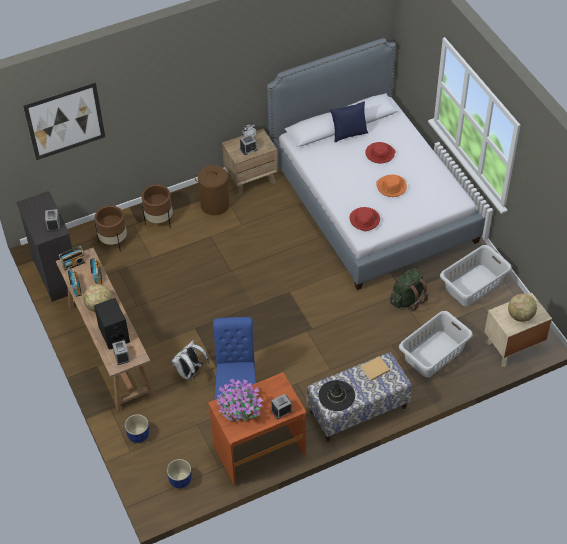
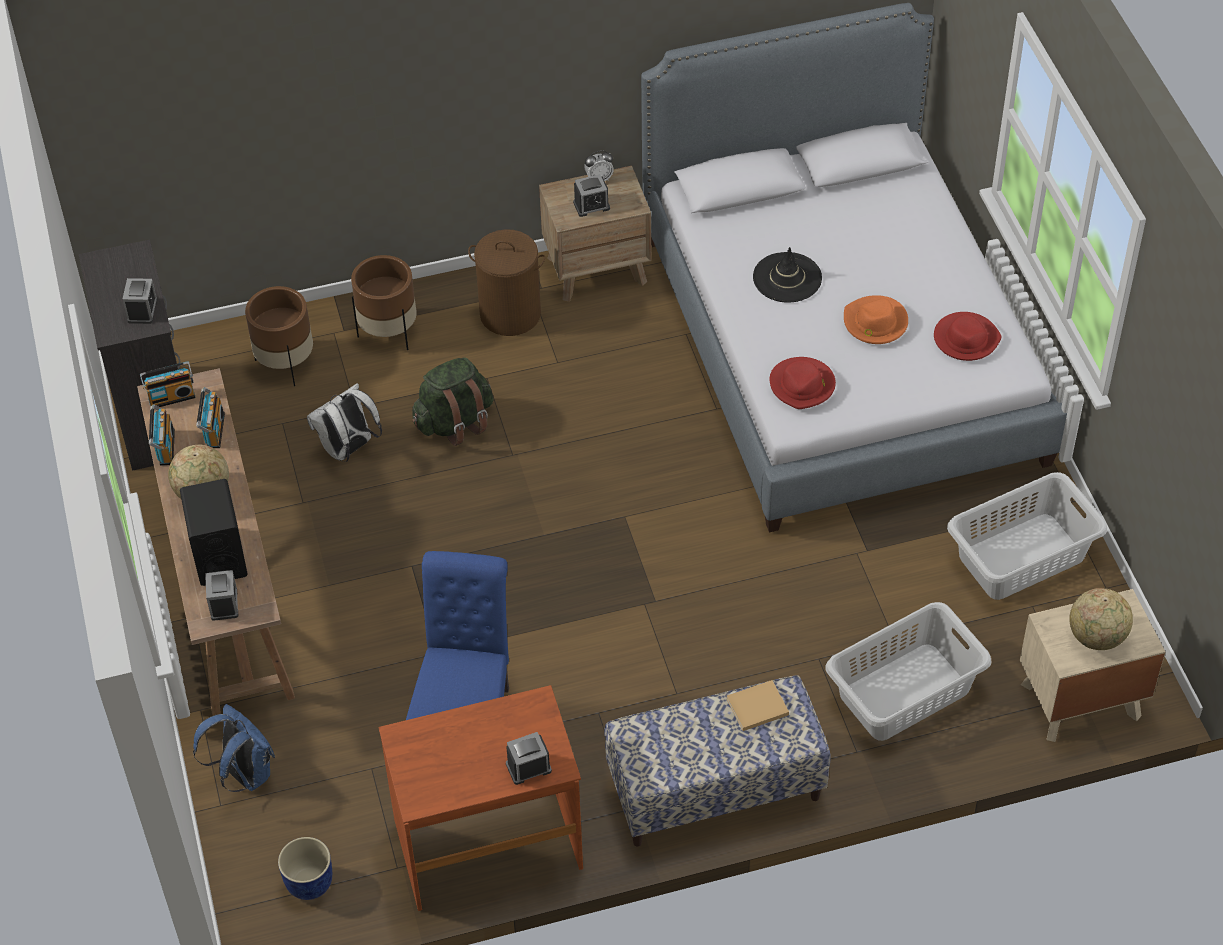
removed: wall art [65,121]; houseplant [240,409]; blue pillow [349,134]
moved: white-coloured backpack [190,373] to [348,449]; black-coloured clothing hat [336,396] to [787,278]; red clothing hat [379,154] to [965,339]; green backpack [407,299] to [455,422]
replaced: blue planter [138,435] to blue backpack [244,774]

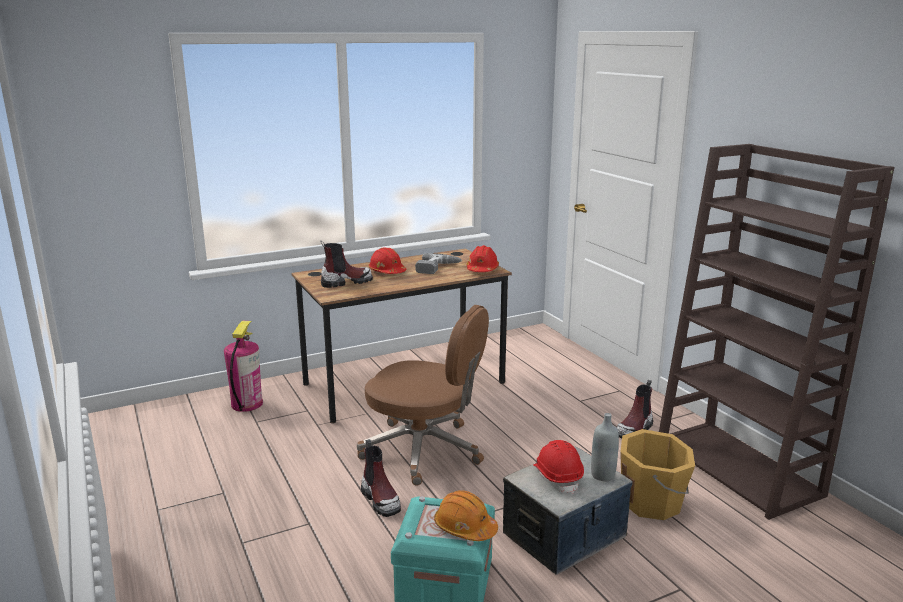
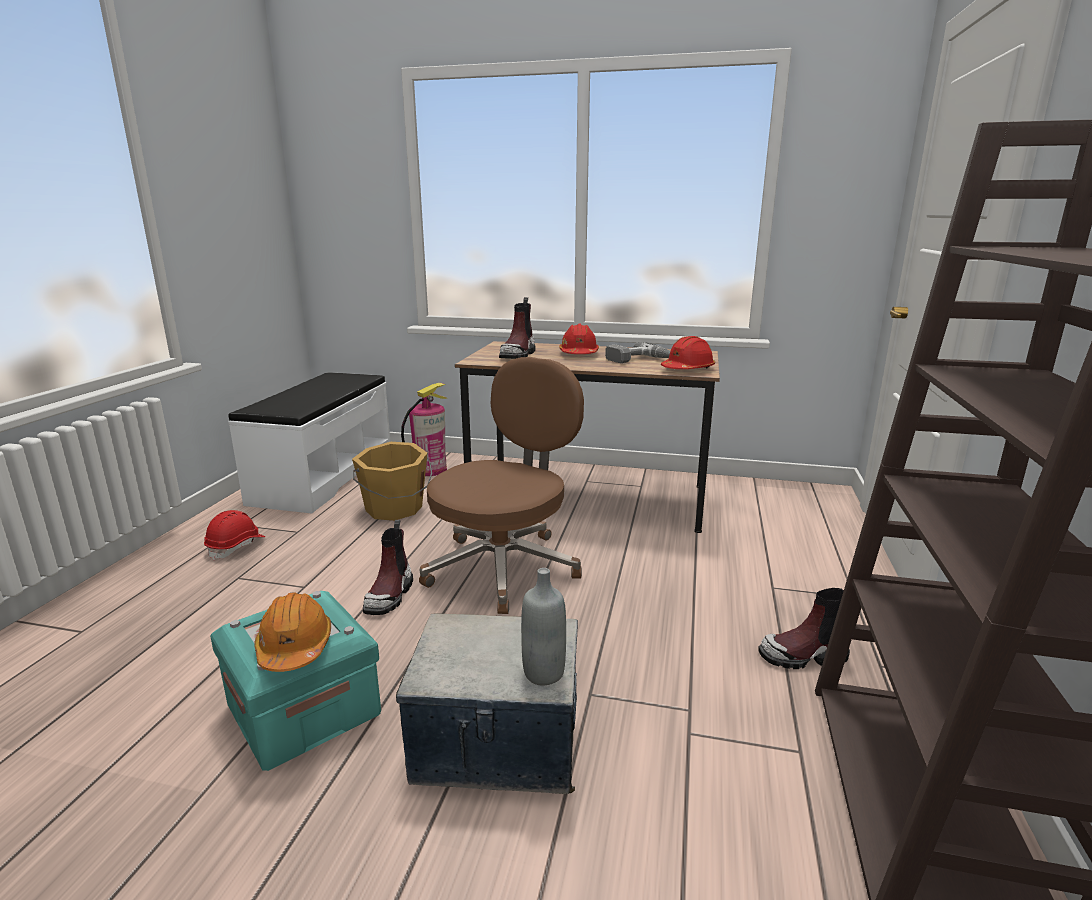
added: white-coloured indoor bench [323,477]
moved: red work helmet [557,477] to [236,546]; orangey bucket [652,502] to [394,509]
turned: boot [346,282] = [518,354] 90 degrees clockwise; brown-coloured desk chair [424,450] = [505,567] 120 degrees counterclockwise

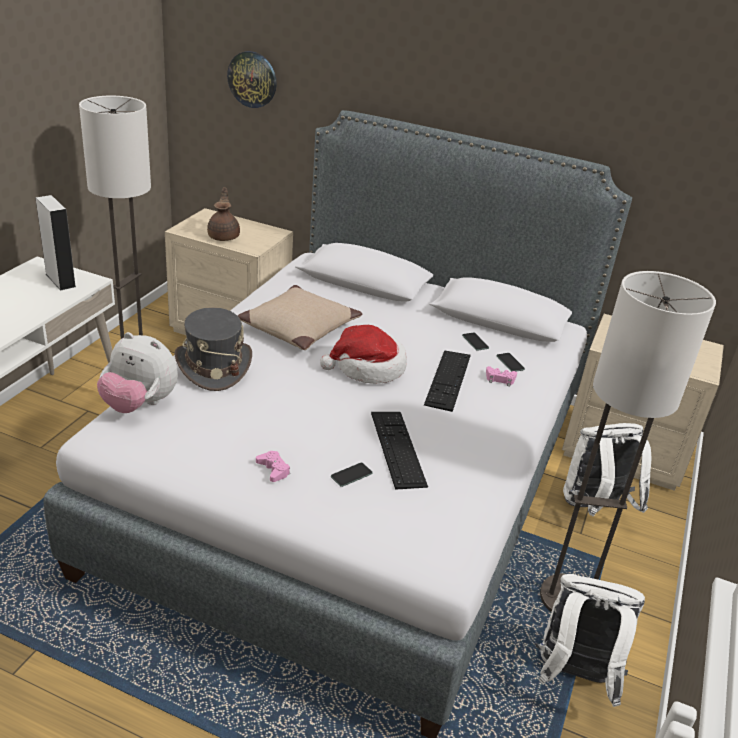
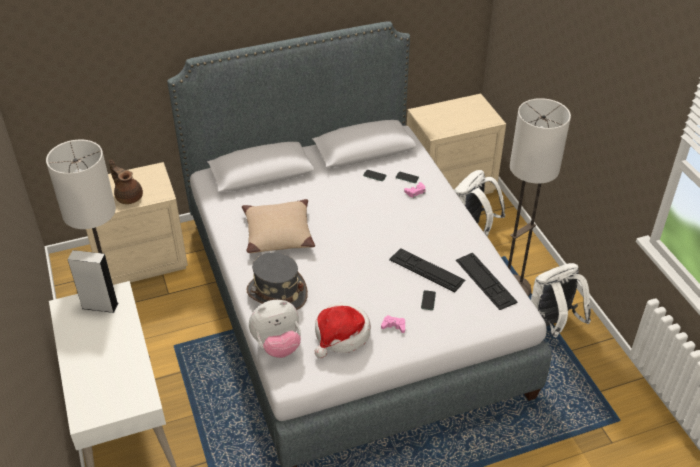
removed: clock on the wall [252,79]
moved: clothing hat [368,368] to [341,335]; computer keyboard [448,379] to [485,281]

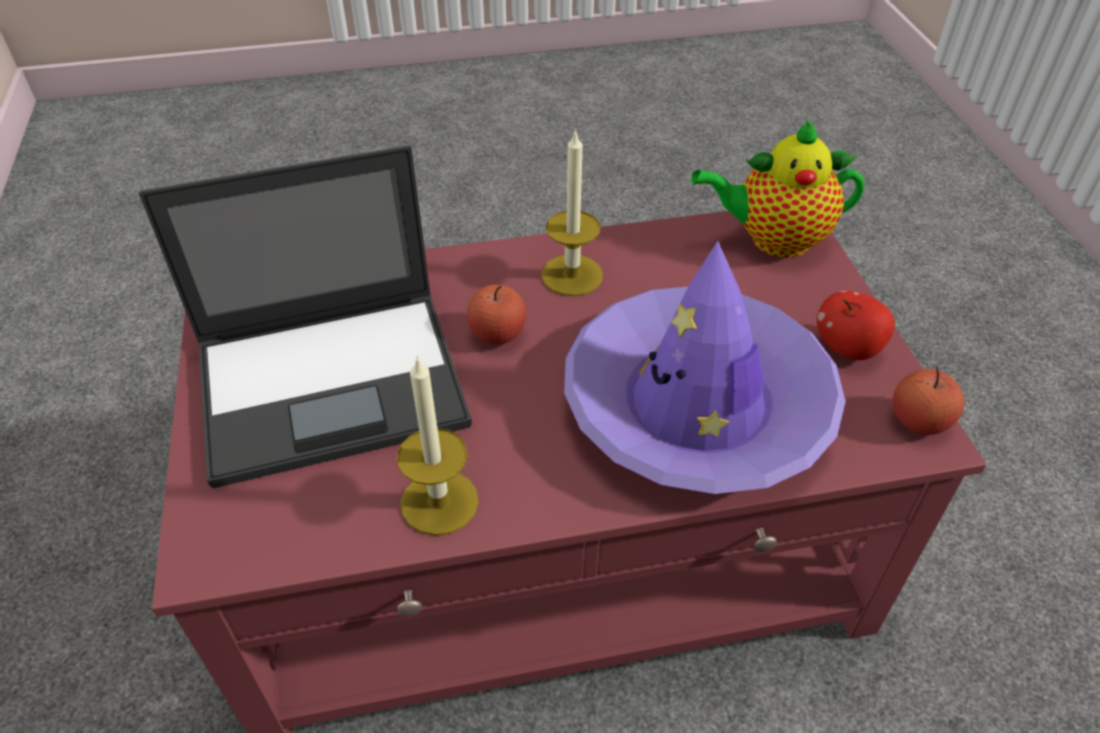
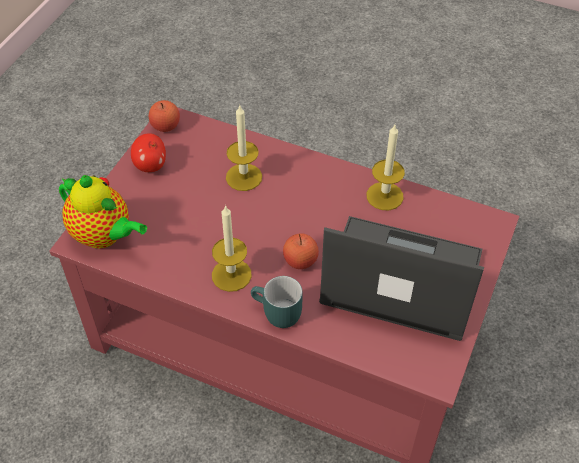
added: turquoise mug [276,314]
replaced: purplish clothing hat [698,405] to wax candle [244,177]

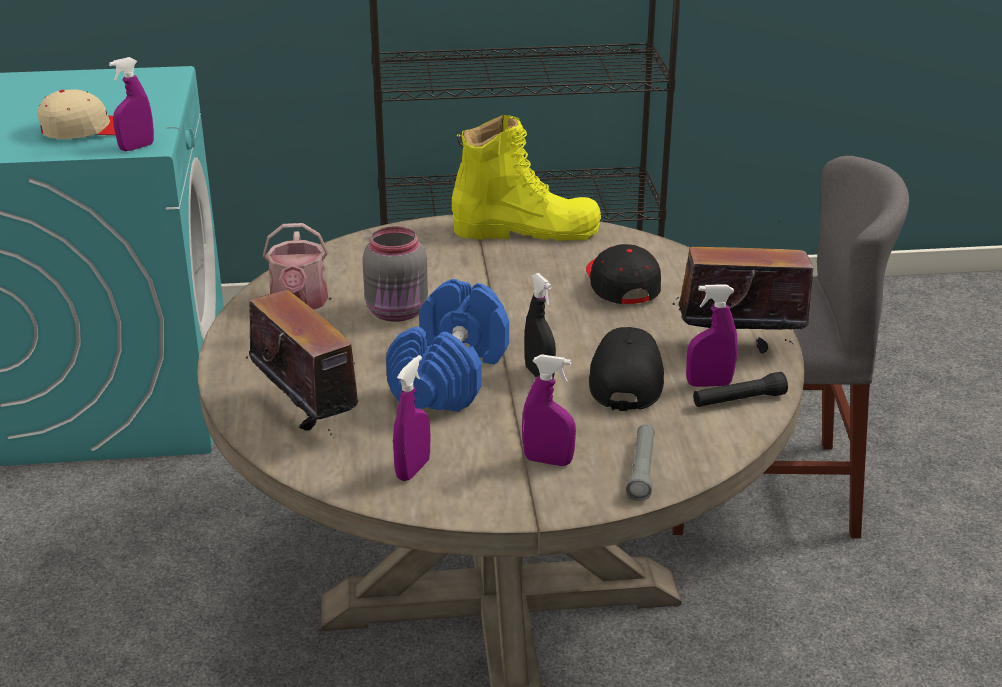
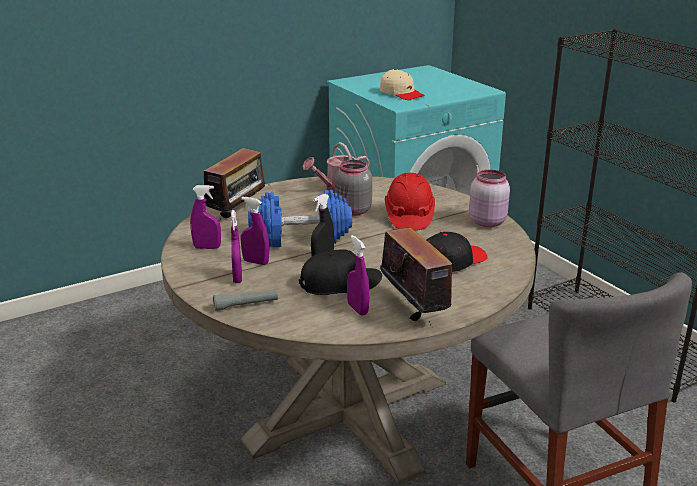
removed: black-coloured torch [738,400]
added: red work helmet [409,217]
moved: purplish hand sprayer [137,147] to [255,262]
replaced: yellow-coloured boot [526,230] to pink-coloured storage jar [487,221]

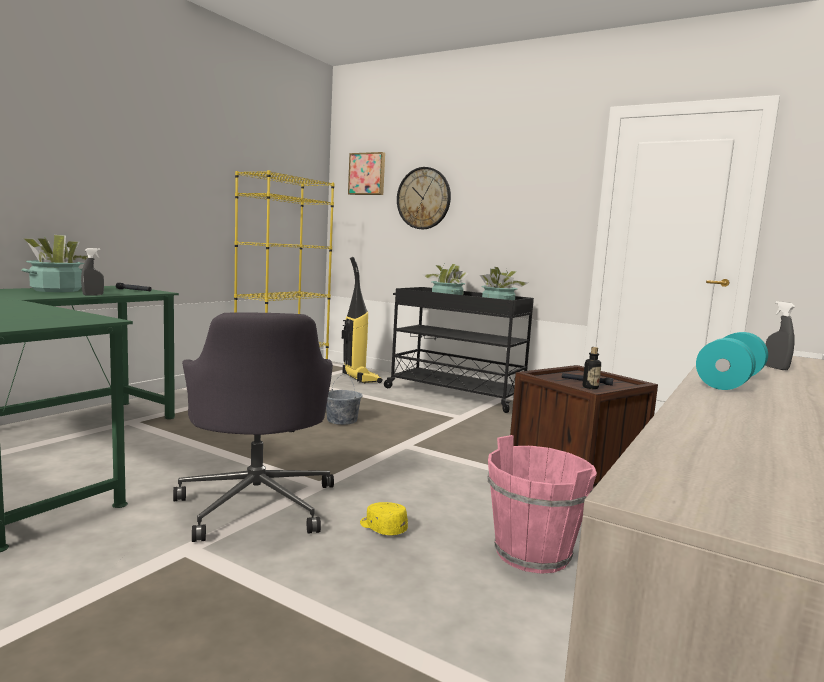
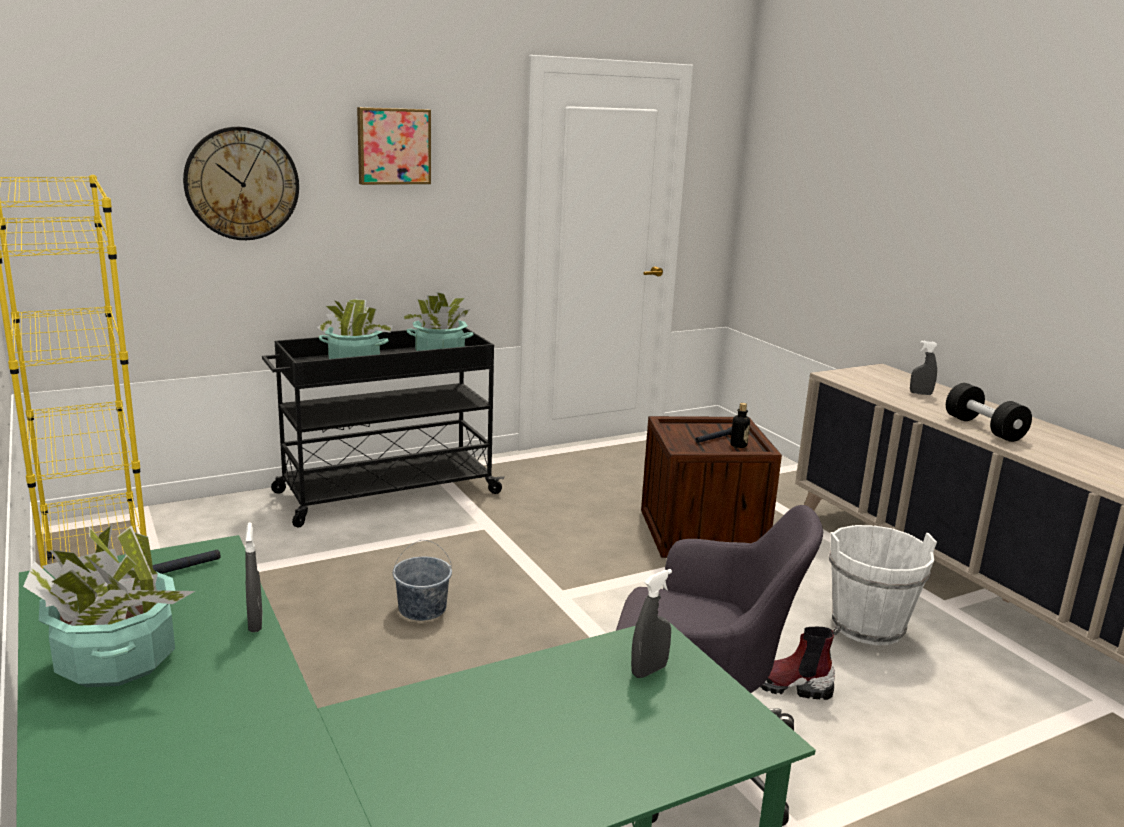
removed: hoover [360,378]
added: greyish hand sprayer [649,670]
moved: wall art [367,174] to [393,146]
replaced: yellow-coloured peaked cap [382,528] to boot [790,686]
recoloured: pink-coloured bucket [533,553] to white-coloured bucket [867,626]; turquoise hand weight [730,382] to black-coloured hand weight [983,428]

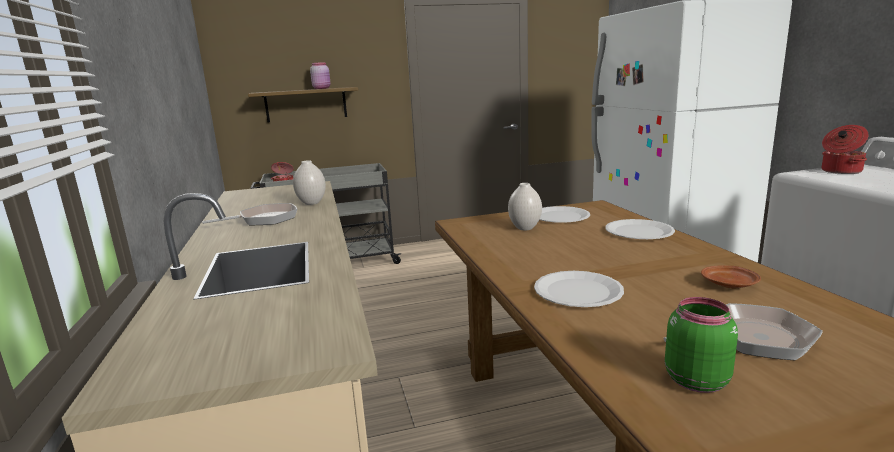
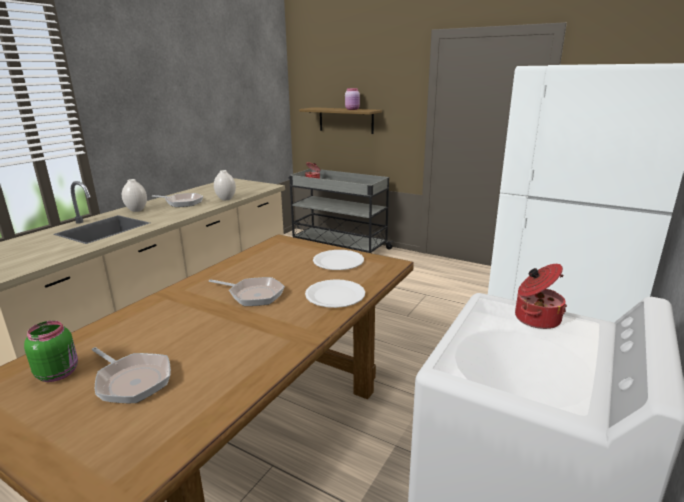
removed: white-coloured dinner plate [578,291]; brown-coloured dinner plate [729,284]
added: skillet [253,295]
moved: white-coloured flower vase [524,228] to [137,210]

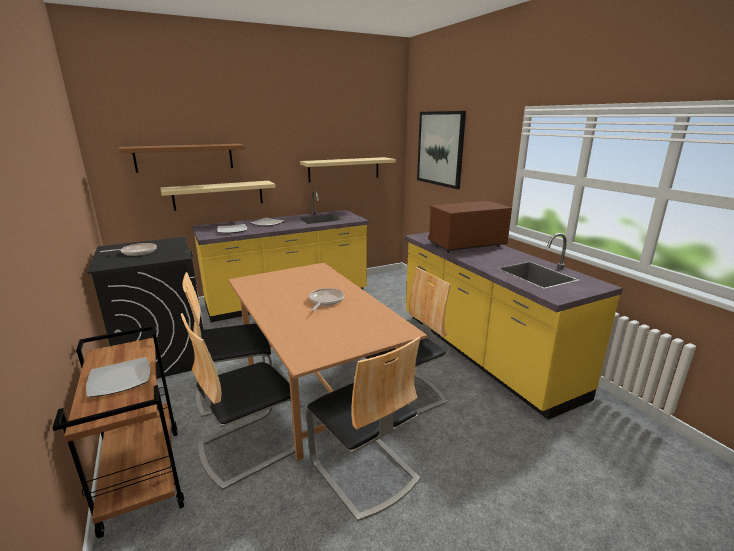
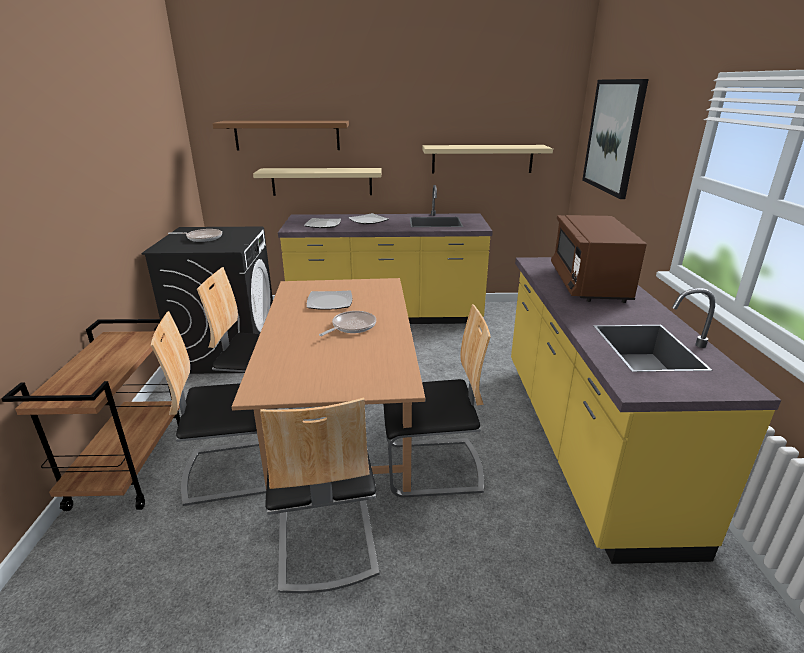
moved: dinner plate [119,379] to [329,302]
turned: brown-coloured kitchen microwave [466,245] = [588,284] 90 degrees counterclockwise

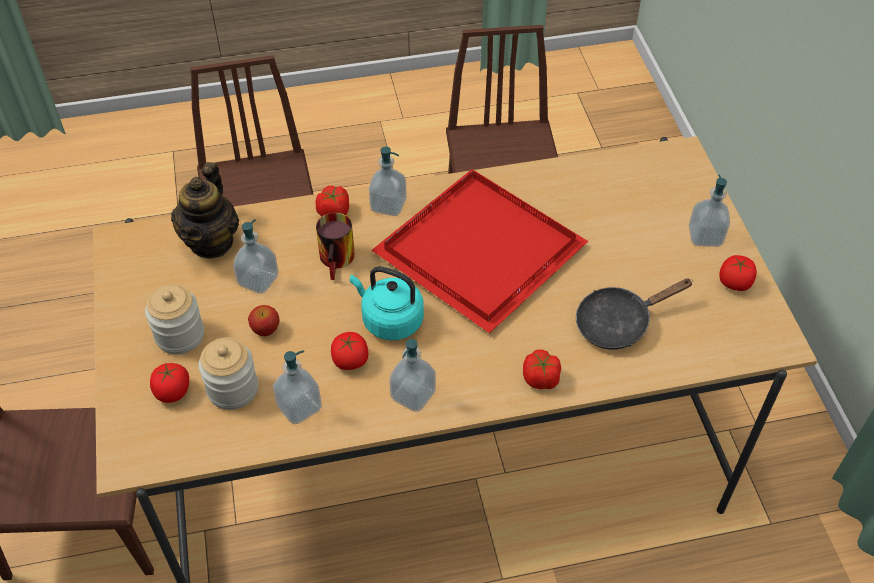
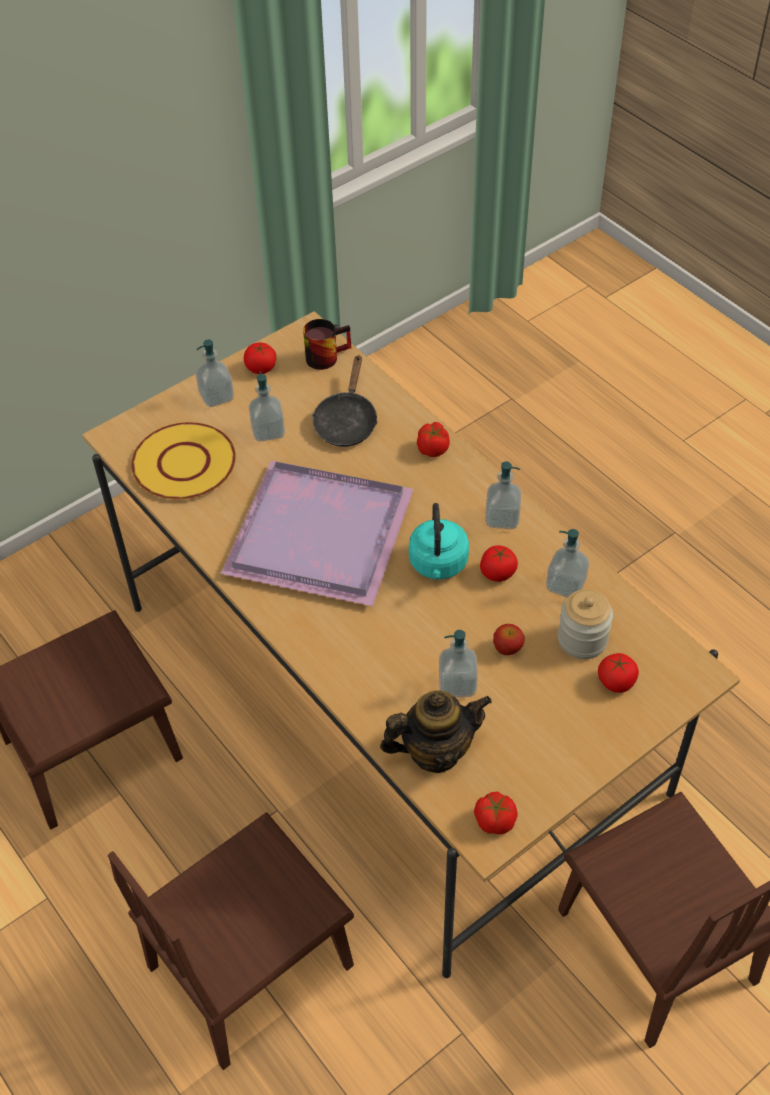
removed: storage jar [180,335]
added: yellow-coloured dinner plate [184,464]
moved: fresh tomato [334,212] to [494,820]; mug [339,260] to [326,355]; soap bottle [388,205] to [268,431]
recoloured: red tray [480,254] to purplish tray [323,533]
turned: black-coloured skillet [618,323] = [346,421] 60 degrees clockwise

